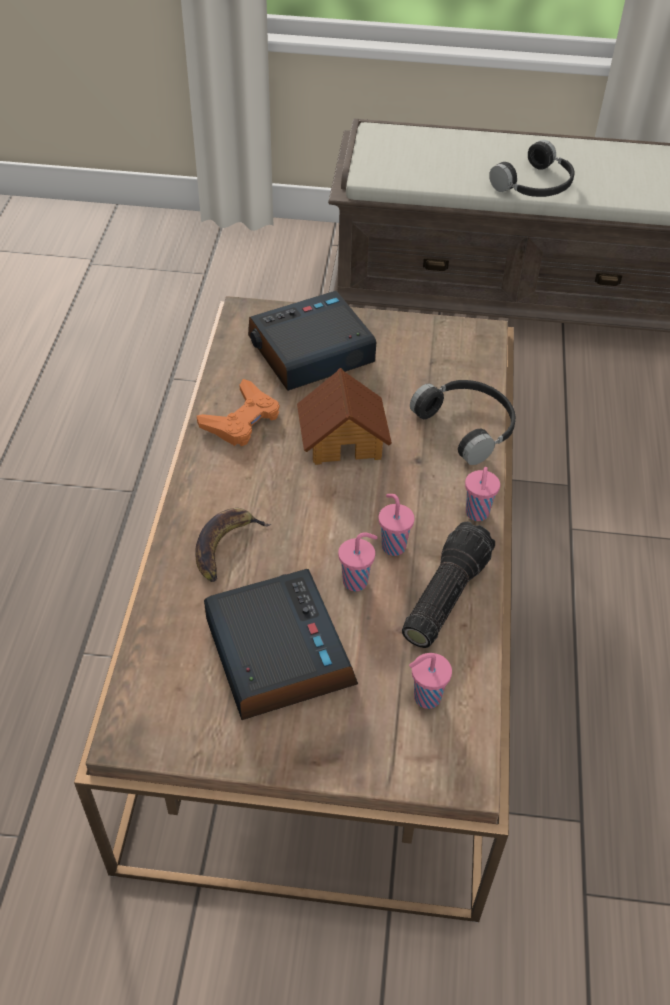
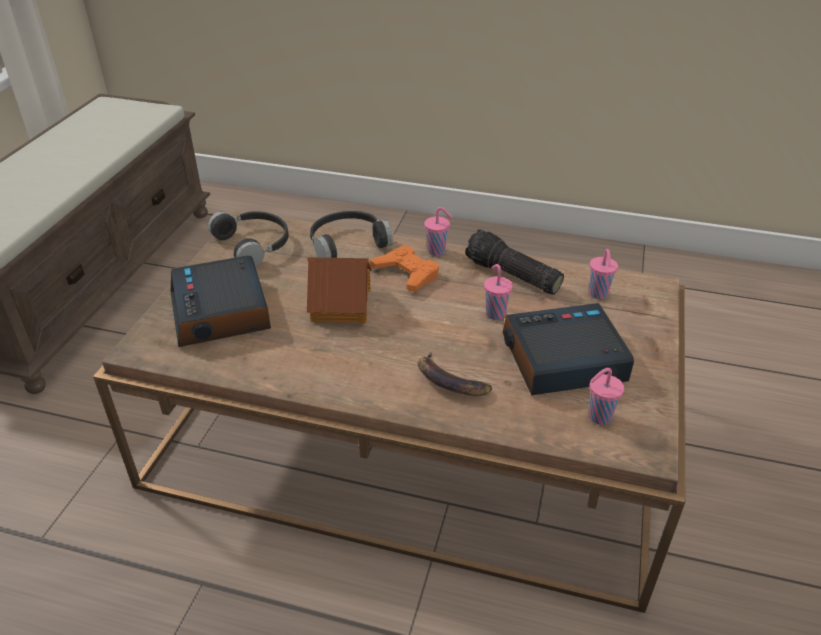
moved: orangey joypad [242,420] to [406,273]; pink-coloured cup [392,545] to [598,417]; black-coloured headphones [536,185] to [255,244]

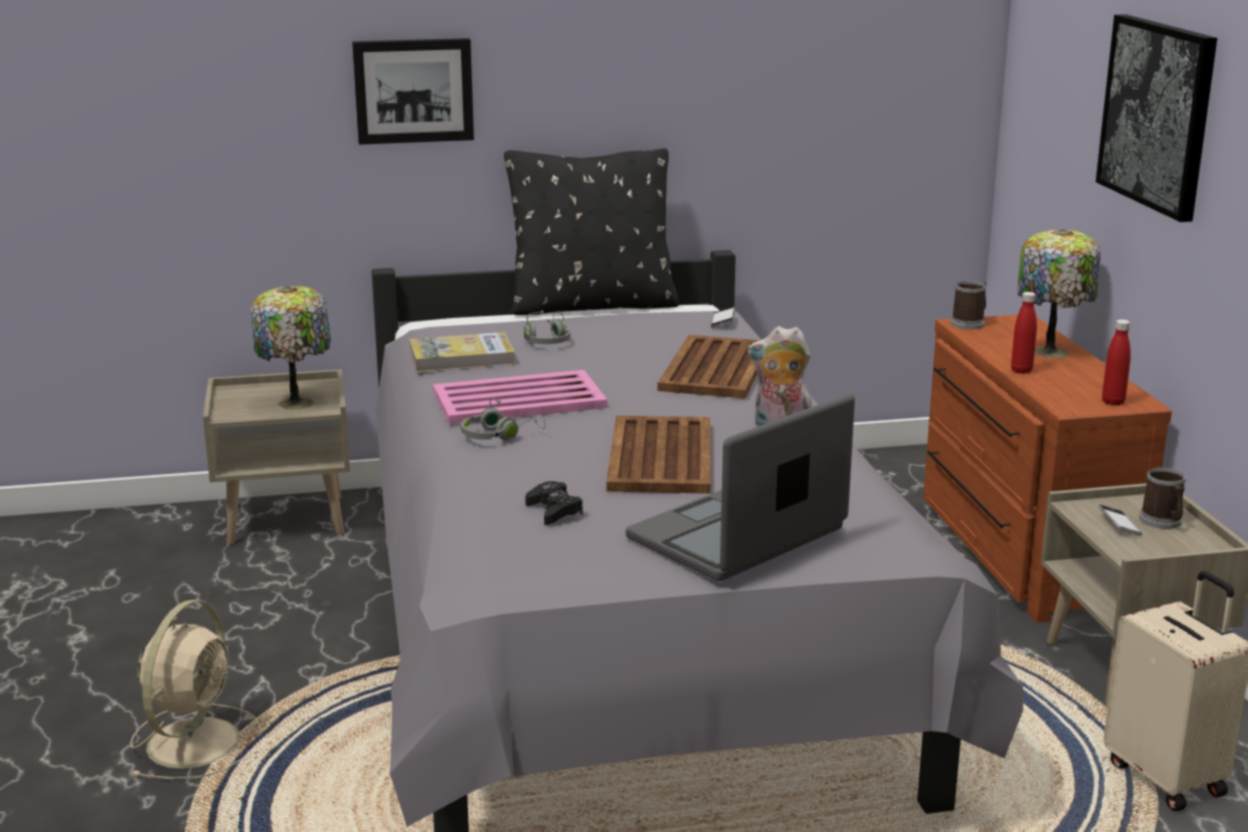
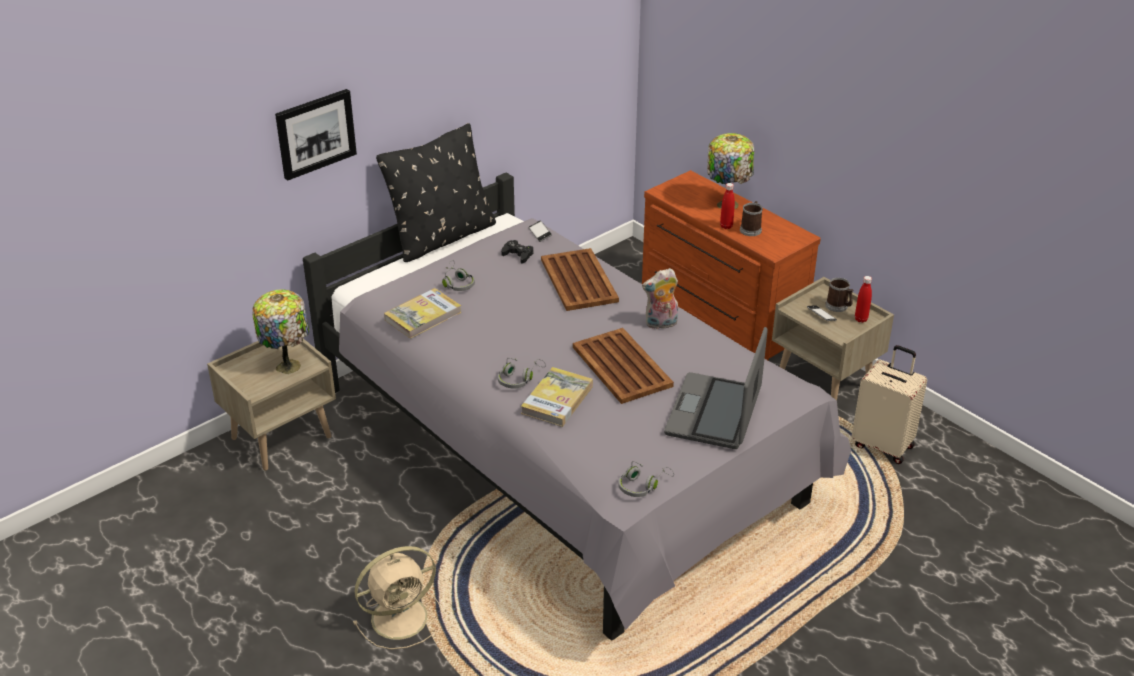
removed: pink-coloured tray [521,400]; wall art [1158,114]
added: book [557,400]; greyish headphones [642,485]
moved: black-coloured joypad [554,511] to [518,255]; mug [970,323] to [751,229]; red drink bottle [1113,402] to [861,319]
turned: beige-coloured cooling fan [196,740] = [402,617] 75 degrees clockwise

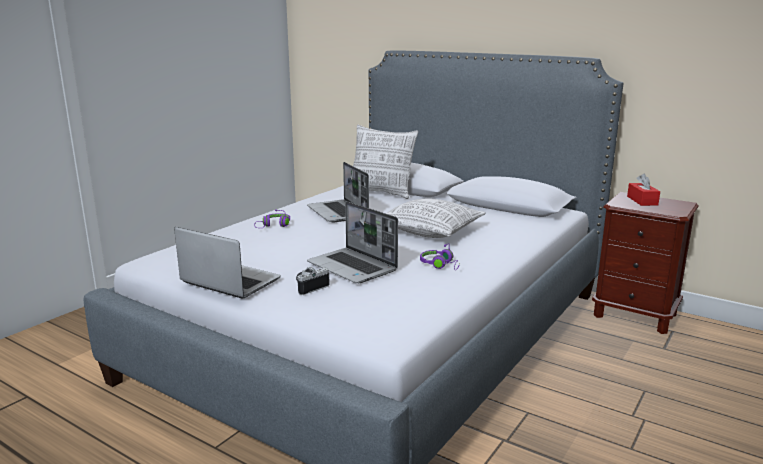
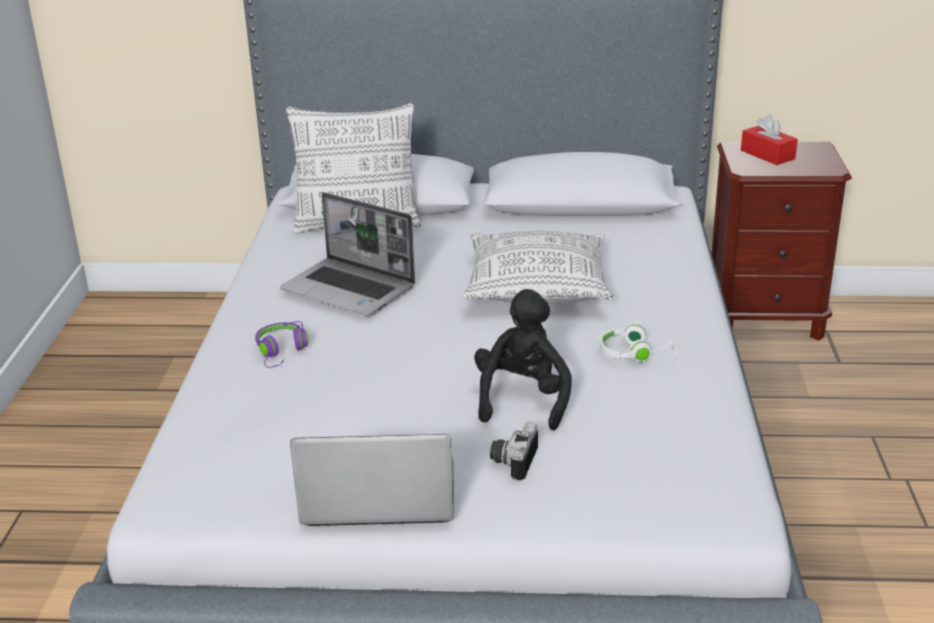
replaced: laptop [353,267] to black-coloured cuddly toy [523,399]
recoloured: purplish headphones [440,265] to white-coloured headphones [635,354]

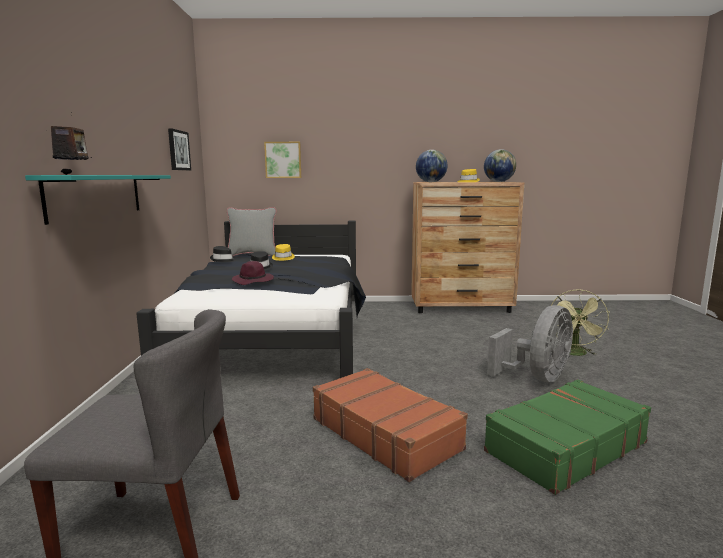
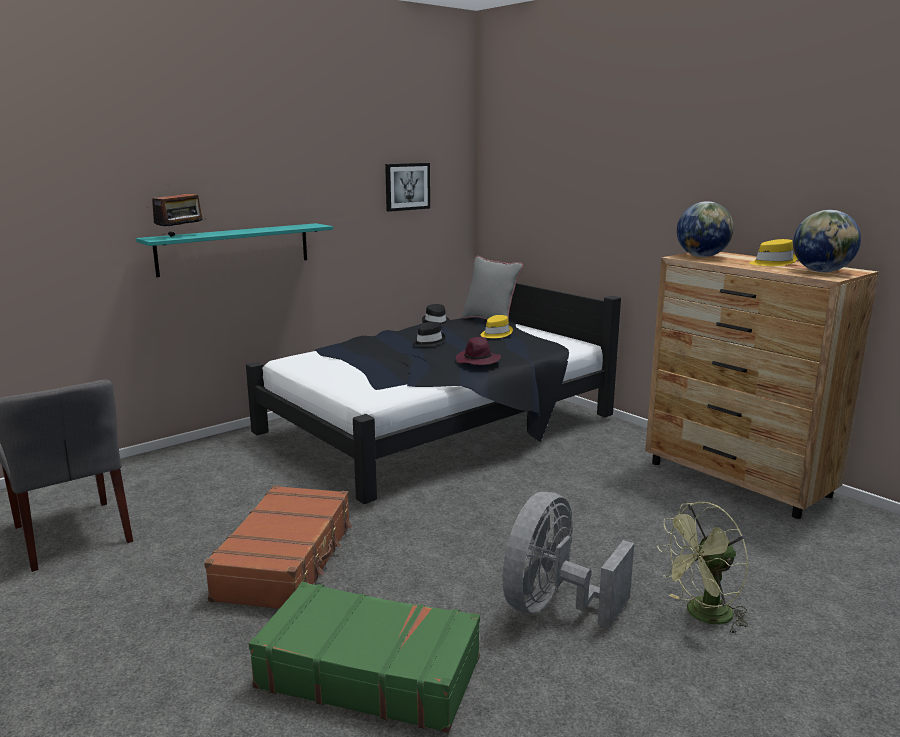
removed: wall art [283,160]
moved: purplish clothing hat [253,281] to [478,361]
turned: greyish cooling fan [537,378] = [553,606] 120 degrees clockwise

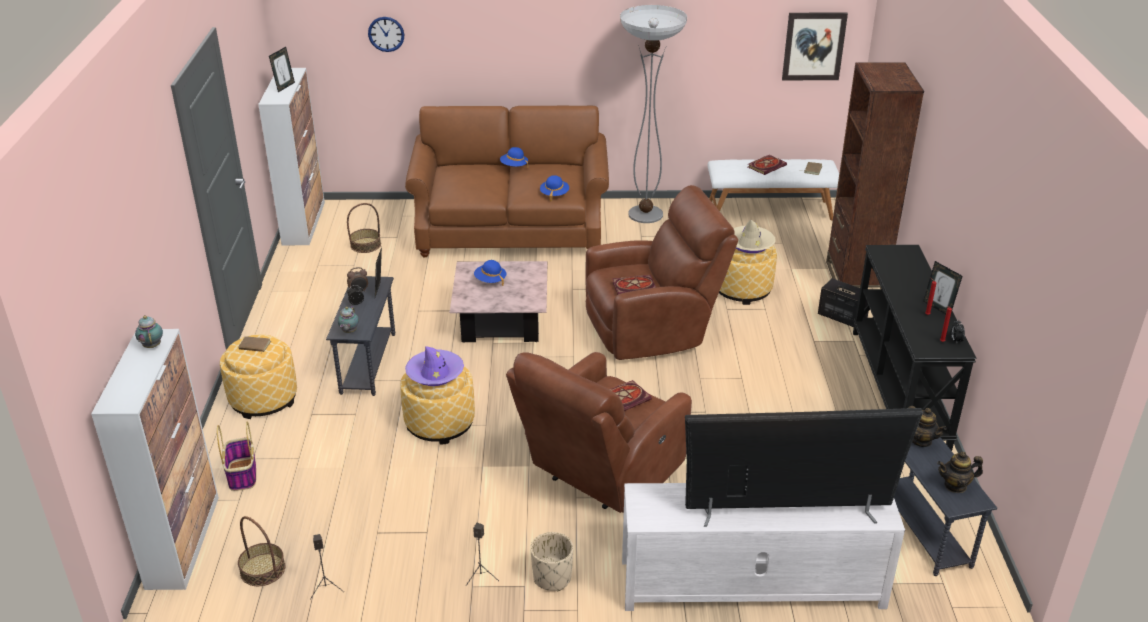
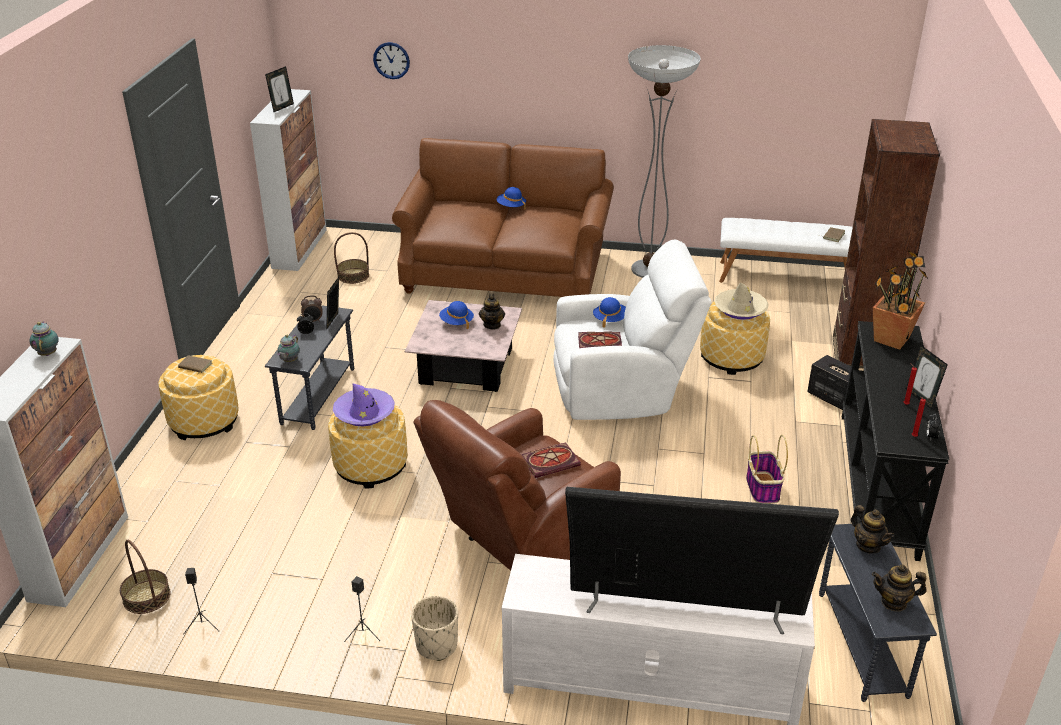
removed: book [766,166]; wall art [814,46]
added: teapot [492,325]; houseplant [891,339]
moved: basket [242,474] to [762,488]; blue clothing hat [554,194] to [609,319]
recoloured: brown-coloured armchair [653,330] to white-coloured armchair [622,391]

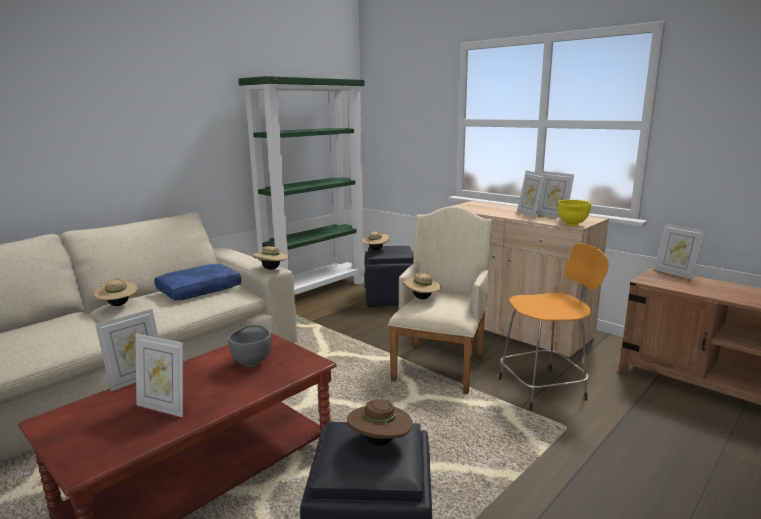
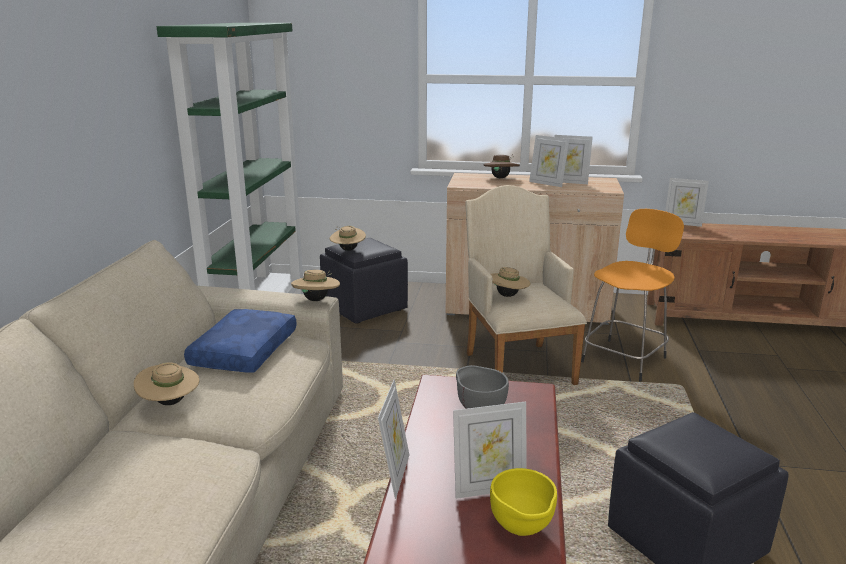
moved: brown-coloured clothing hat [380,442] to [501,178]; yellow-coloured serving bowl [572,225] to [522,531]

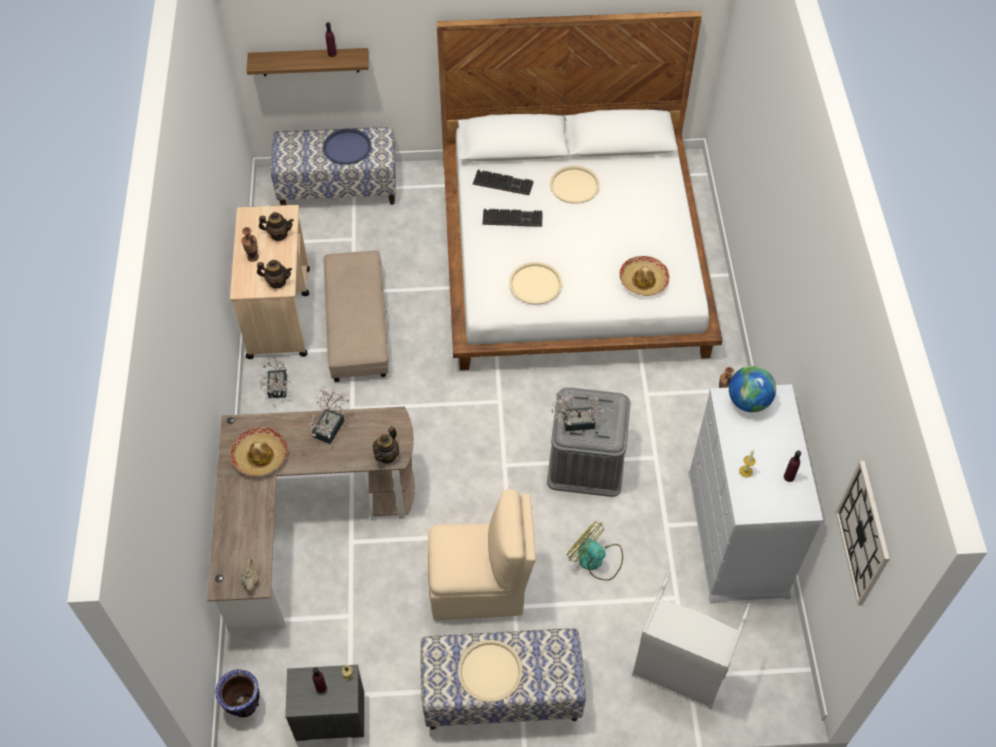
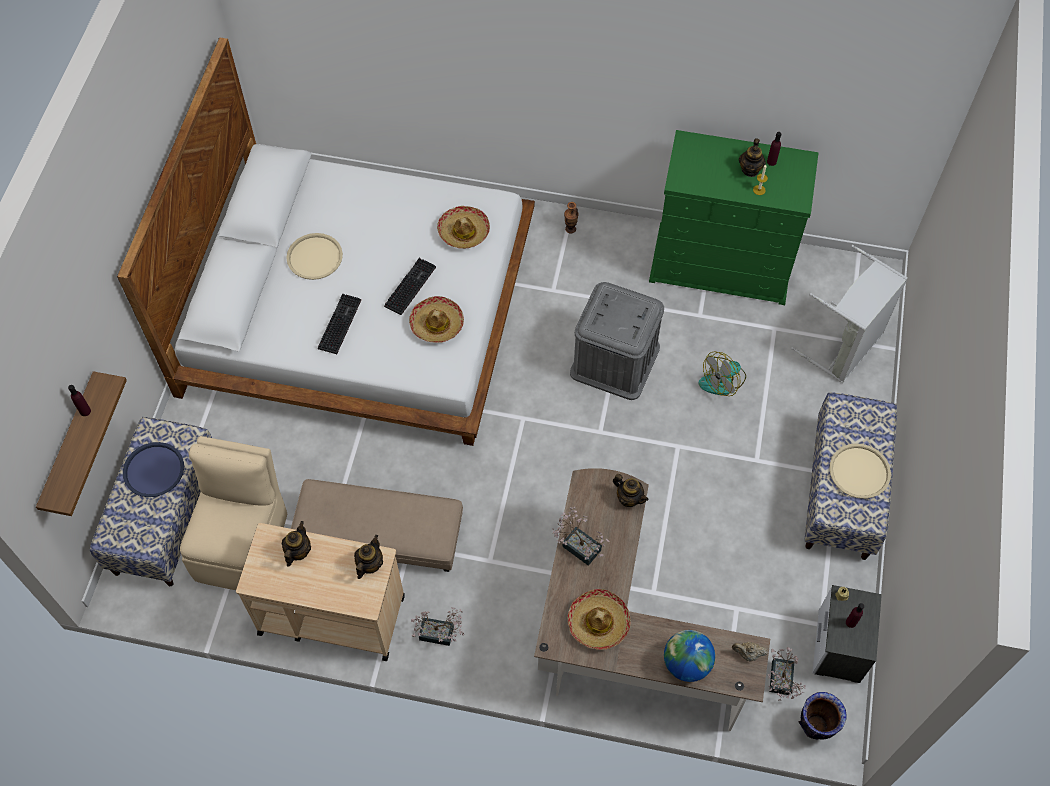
removed: flower vase [253,257]; clock on the wall [863,533]
added: teapot [750,169]
moved: beige-coloured chair [479,586] to [243,544]; computer keyboard [504,183] to [409,285]; houseplant [574,422] to [780,682]; world globe [748,401] to [686,663]
replaced: beige-coloured tray [535,284] to clothing hat [437,324]
recoloured: white-coloured chest of drawers [737,534] to green chest of drawers [722,264]

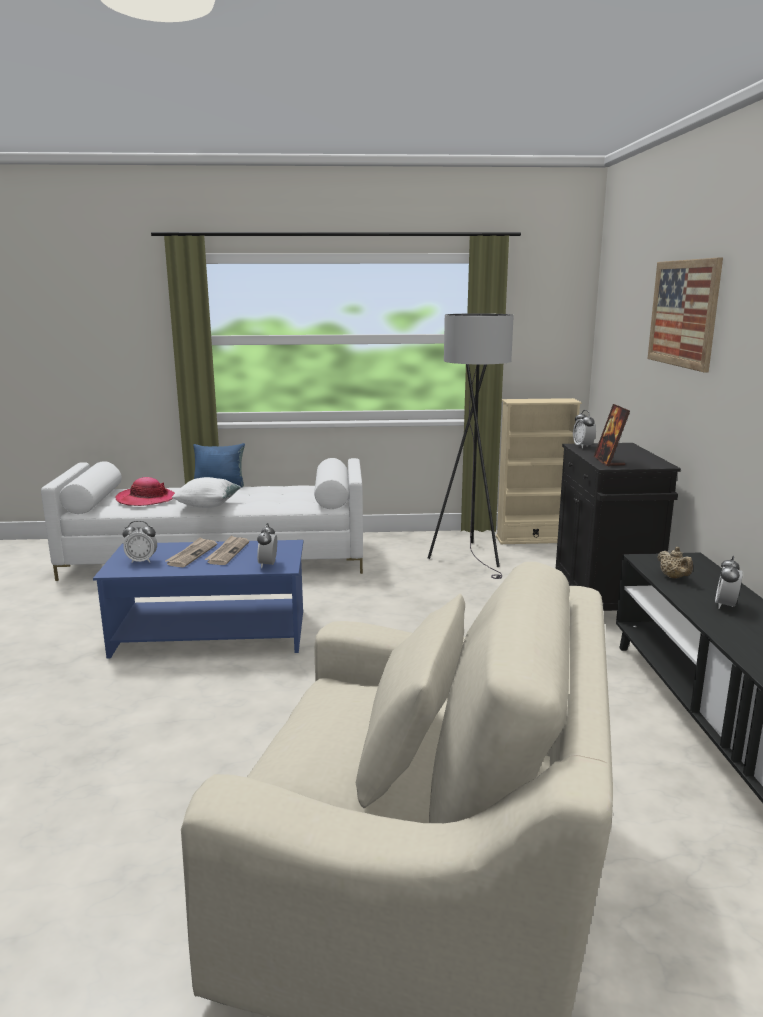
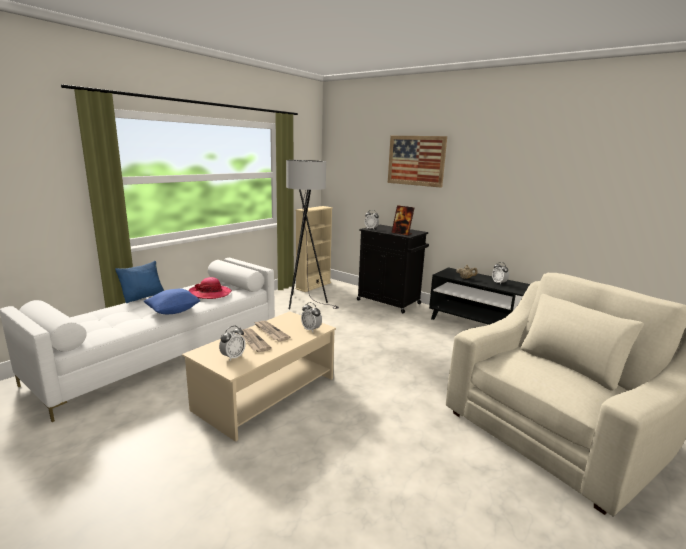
moved: clothing hat [146,499] to [210,293]
recoloured: blue low table [212,633] to beige-coloured low table [267,393]; white-coloured pillow [207,505] to blue pillow [173,311]

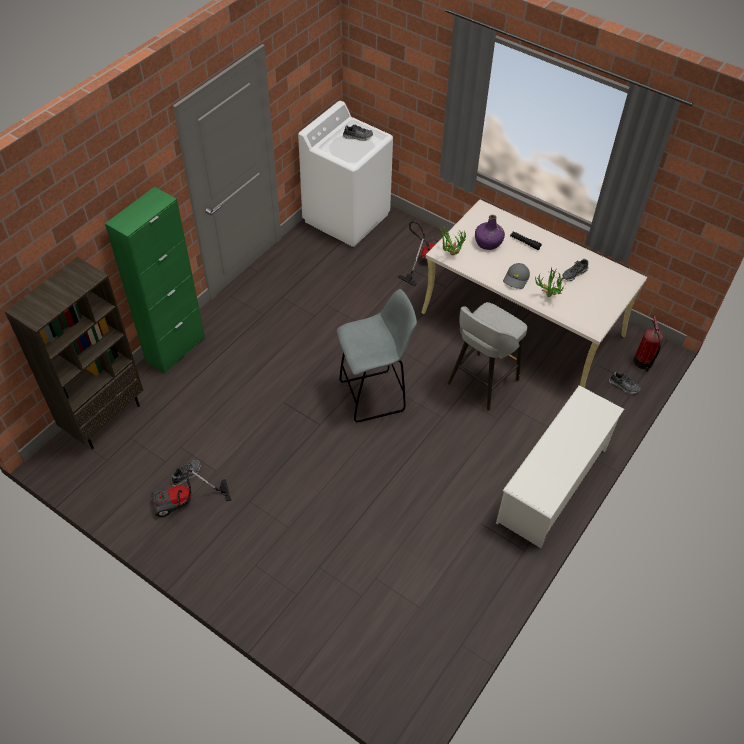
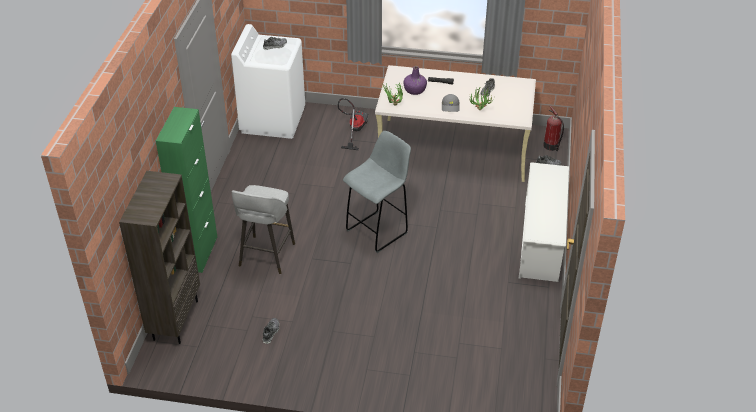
removed: hoover [185,503]
moved: greyish sitting stool [481,383] to [266,256]

